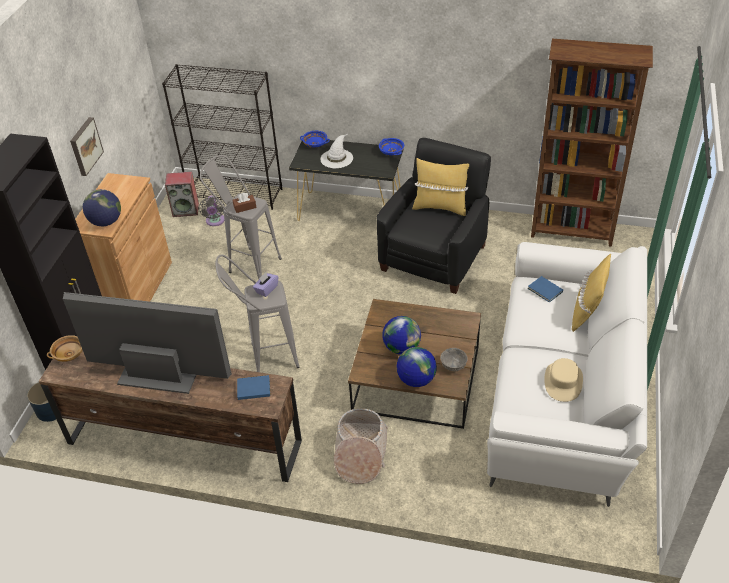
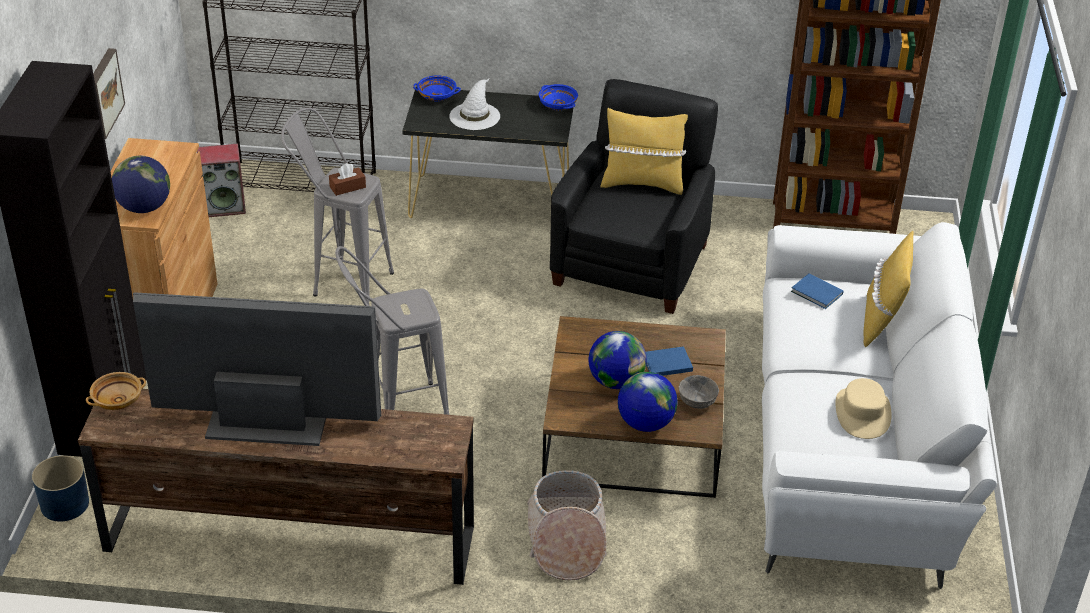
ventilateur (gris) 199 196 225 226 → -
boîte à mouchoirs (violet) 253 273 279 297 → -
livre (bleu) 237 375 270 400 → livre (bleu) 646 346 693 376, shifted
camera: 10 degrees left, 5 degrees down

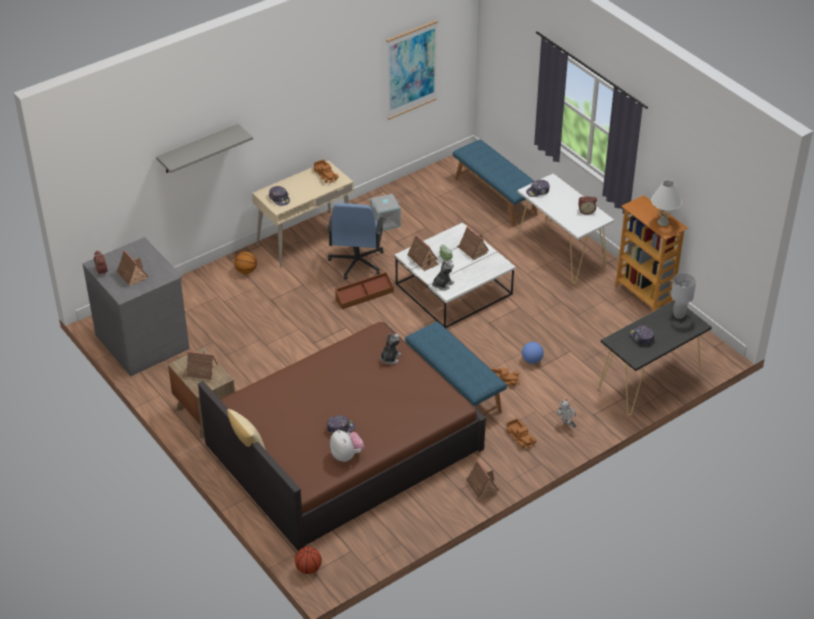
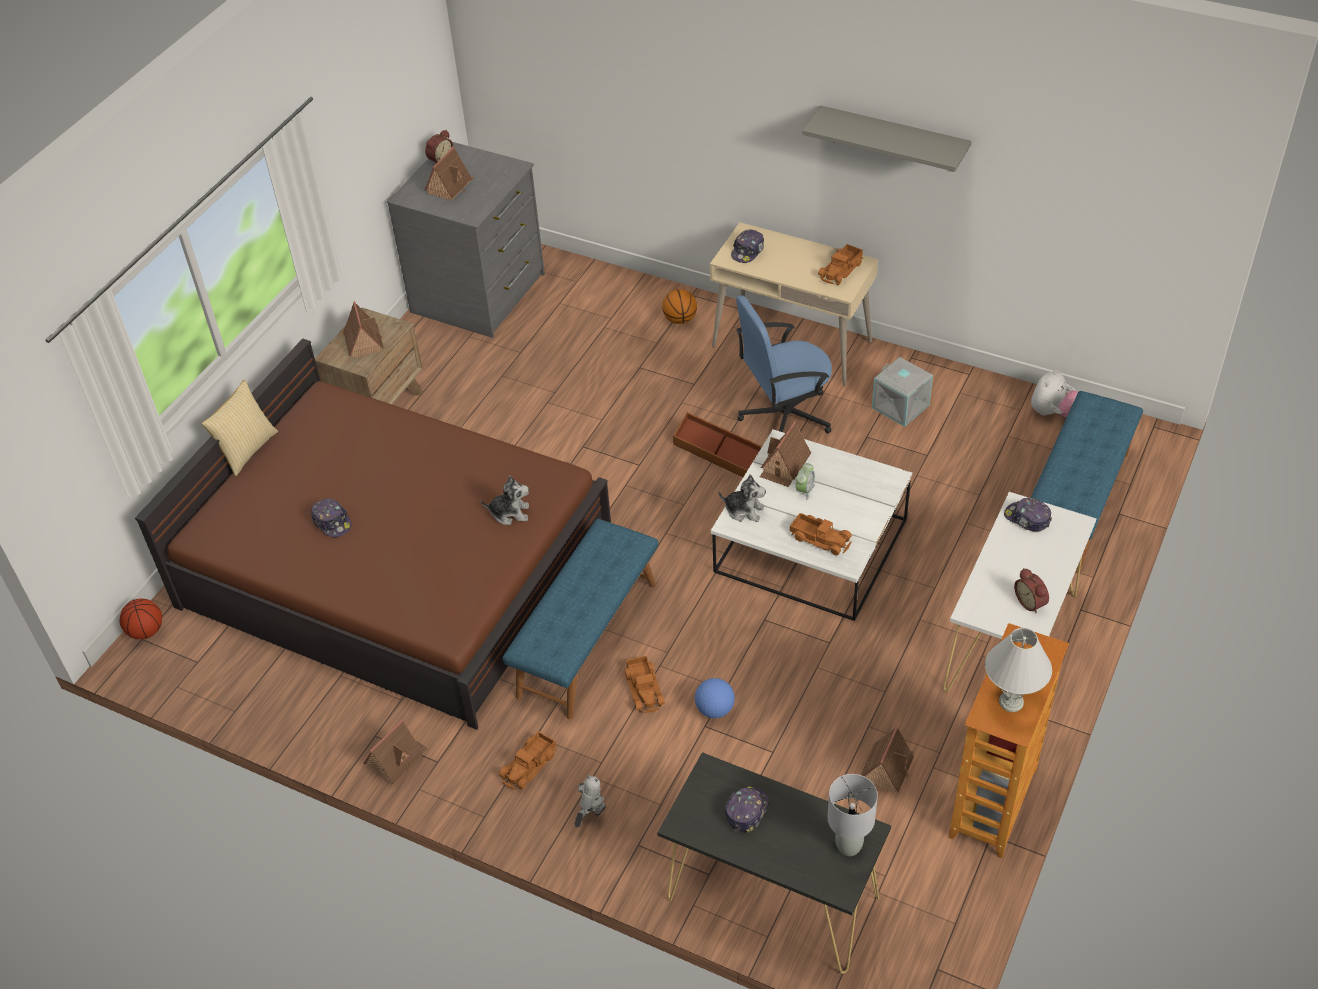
tableau 386 20 438 120 → -
- → camion jouet 790 513 852 555
étagère (gris) 156 124 253 173 → étagère (gris) 803 106 972 172, shifted
peluche 330 429 364 462 → peluche 1031 370 1078 418, shifted
maison miniature 457 227 489 260 → maison miniature 861 726 914 793, shifted
camera: 65 degrees right, 5 degrees up

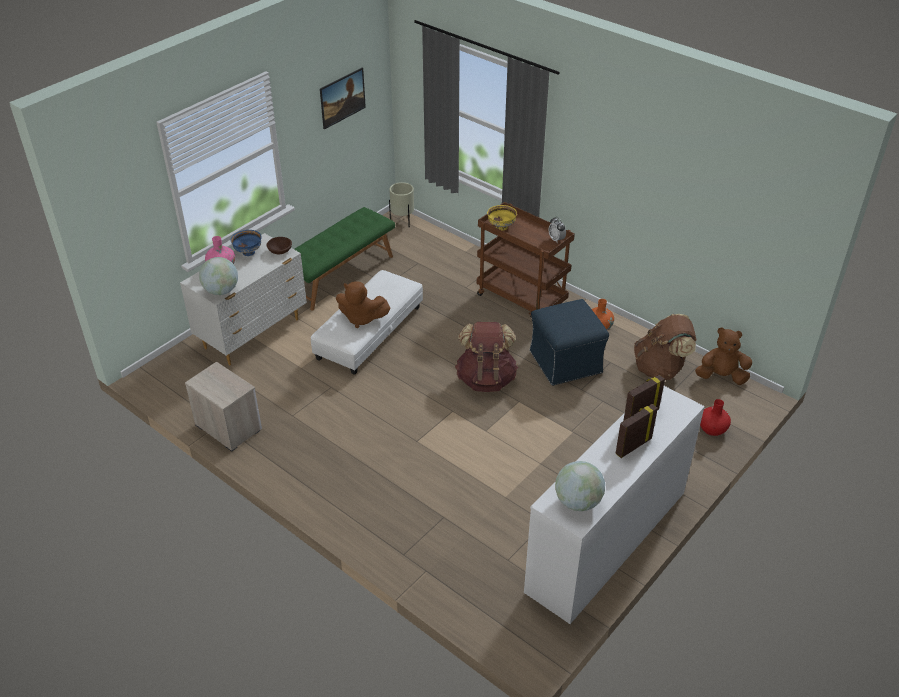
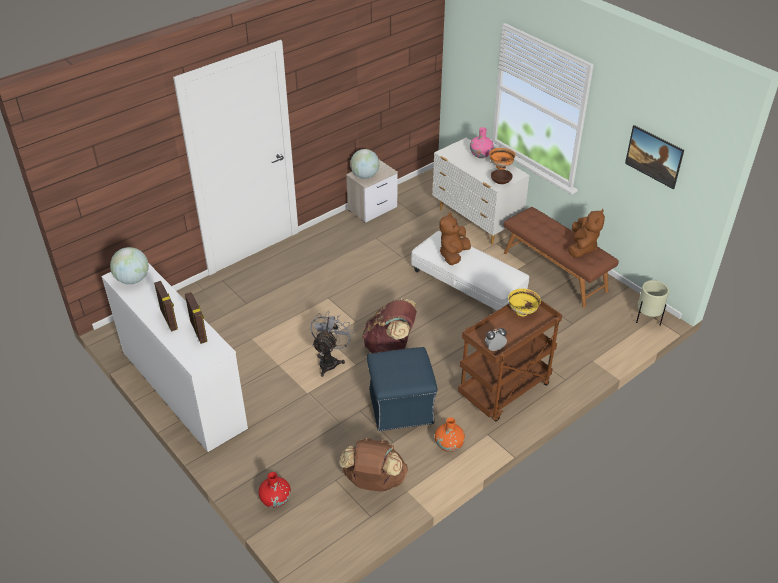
- → ventilateur (gris) 310 311 353 377
globe 199 257 238 295 → globe 350 149 379 179, shifted
peluche (marron) 695 327 752 385 → peluche (marron) 568 209 605 258, shifted
bol (bleu) 230 230 261 256 → bol (orange) 489 148 516 169
banc (vert) 294 207 395 311 → banc (marron) 503 207 619 308
camera: 100 degrees right, 0 degrees up

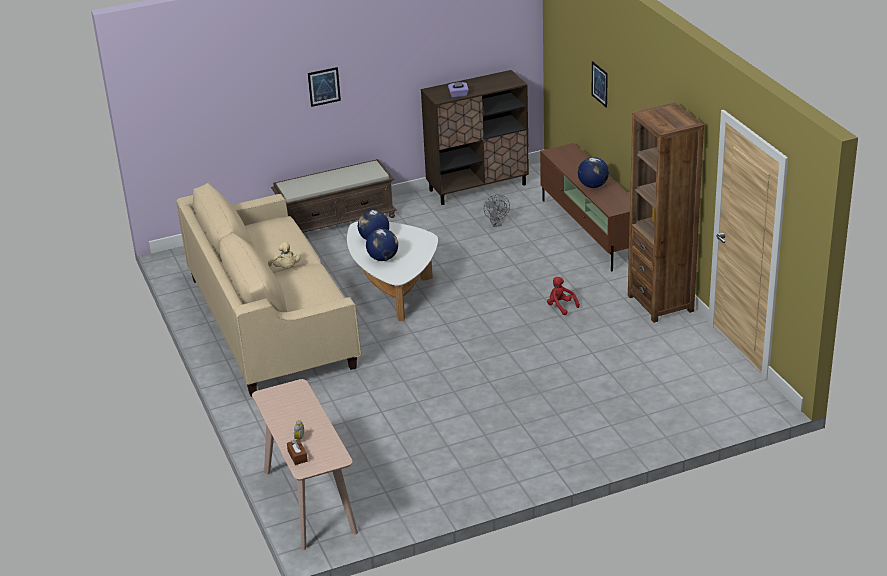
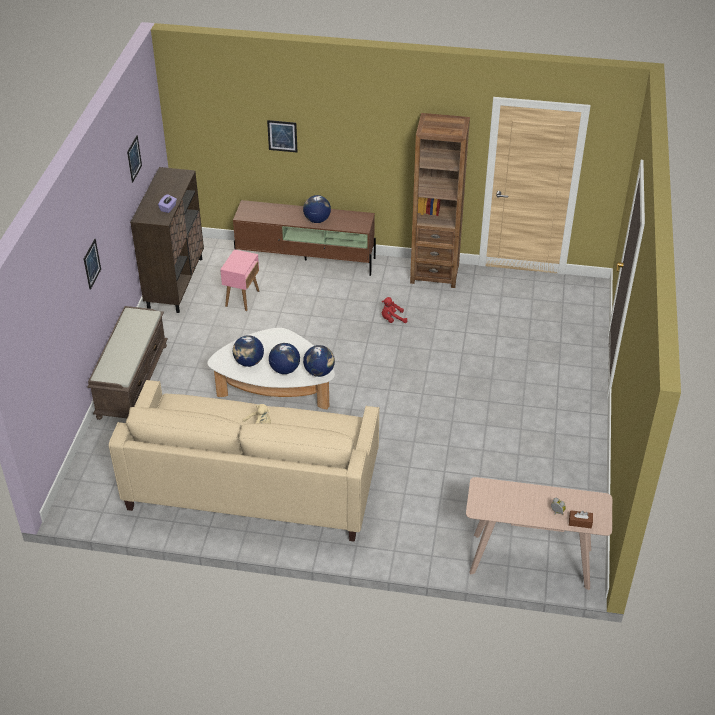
- → tableau 127 135 142 183
- → globe 303 345 335 377
ventilateur (gris) 484 194 510 227 → table d'appoint (rose) 220 249 259 311
camera: 60 degrees left, 10 degrees up

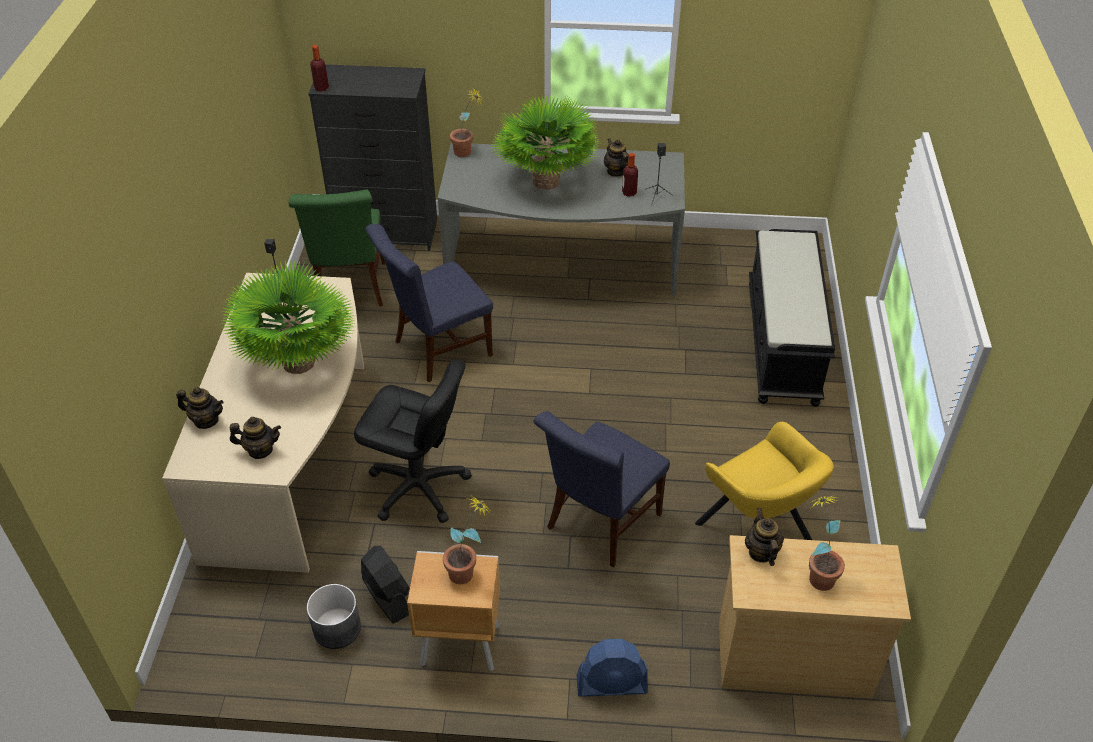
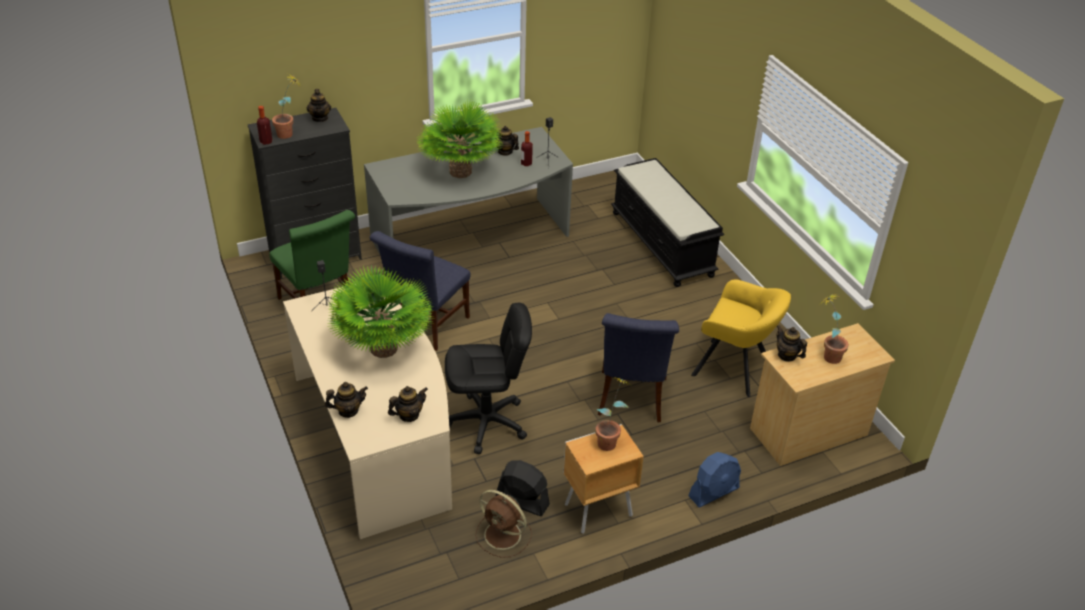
- → théière 307 89 331 122
plante en pot 450 89 484 157 → plante en pot 272 75 301 139, shifted
cache-pot (gris) 307 584 361 649 → ventilateur (marron) 475 490 532 558
camera: 30 degrees left, 5 degrees down

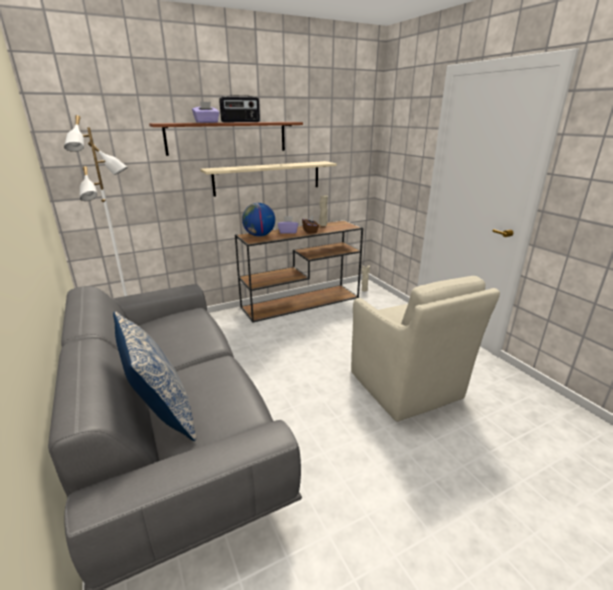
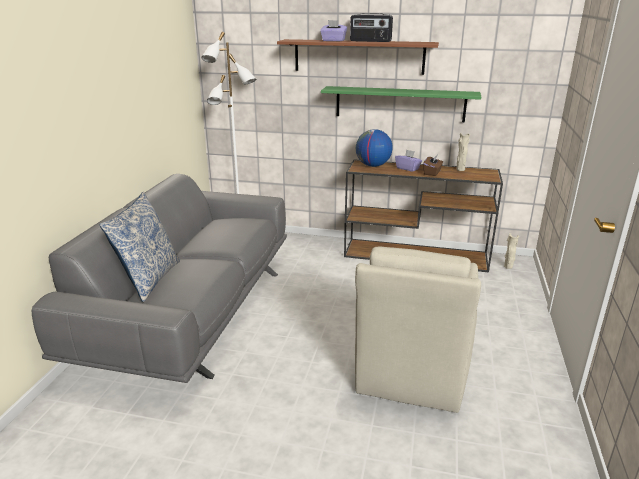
étagère (beige) 200 161 337 197 → étagère (vert) 321 86 481 122
camera: 40 degrees right, 0 degrees up

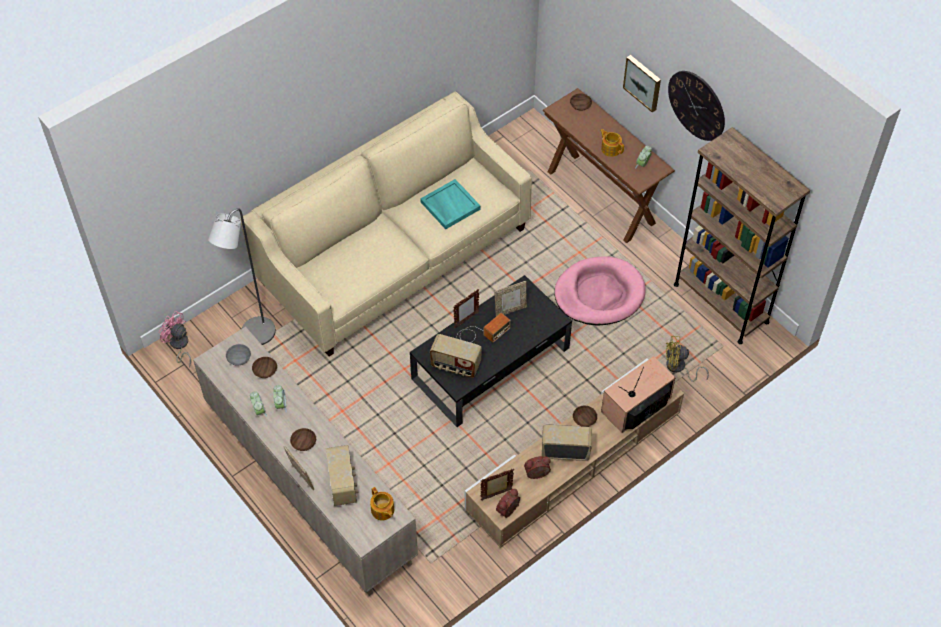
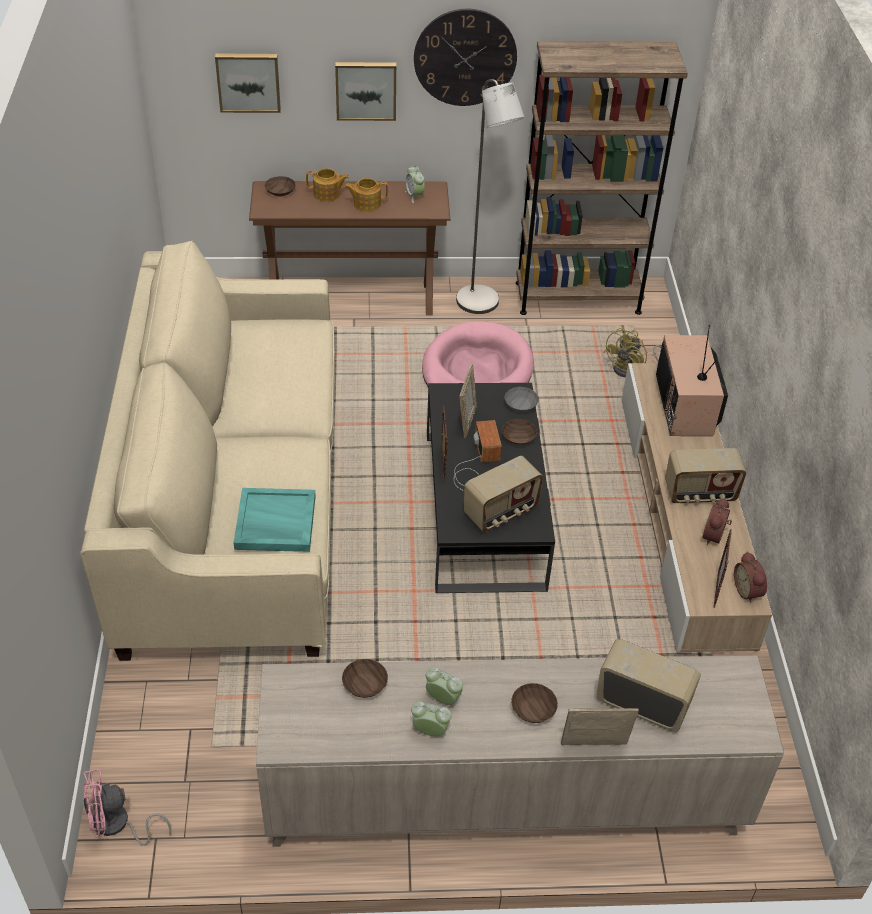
- → tableau 215 53 281 113
lampadaire (gris) 208 208 276 345 → lampadaire (gris) 456 79 524 314, shifted
bol (gris) 226 344 251 366 → bol (gris) 505 387 539 412, shifted
théière 370 487 394 520 → théière 306 168 349 202, shifted
plateau (turquoise) 420 179 481 229 → plateau (turquoise) 234 488 316 552, shifted
bol (marron) 573 406 597 427 → bol (marron) 502 419 537 445, shifted
radio 542 425 592 461 → radio 665 448 746 504, 135 degrees counterclockwise
camera: 55 degrees left, 10 degrees down

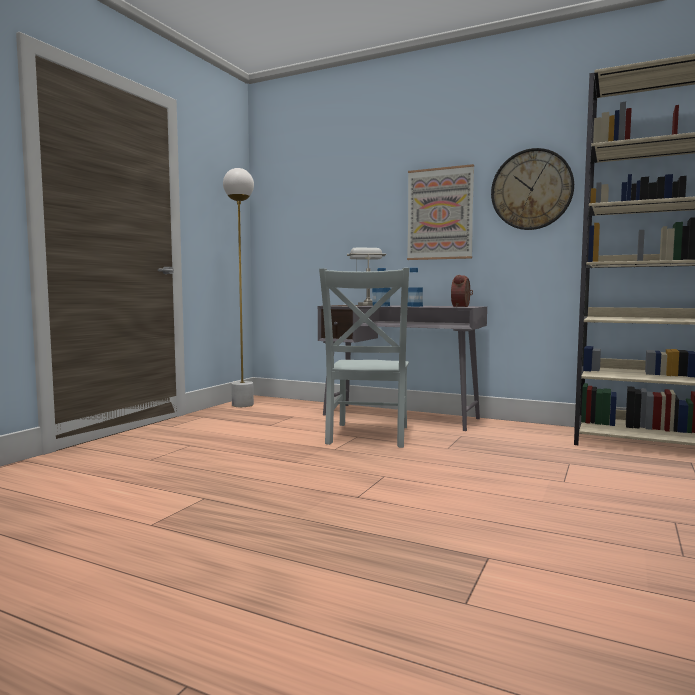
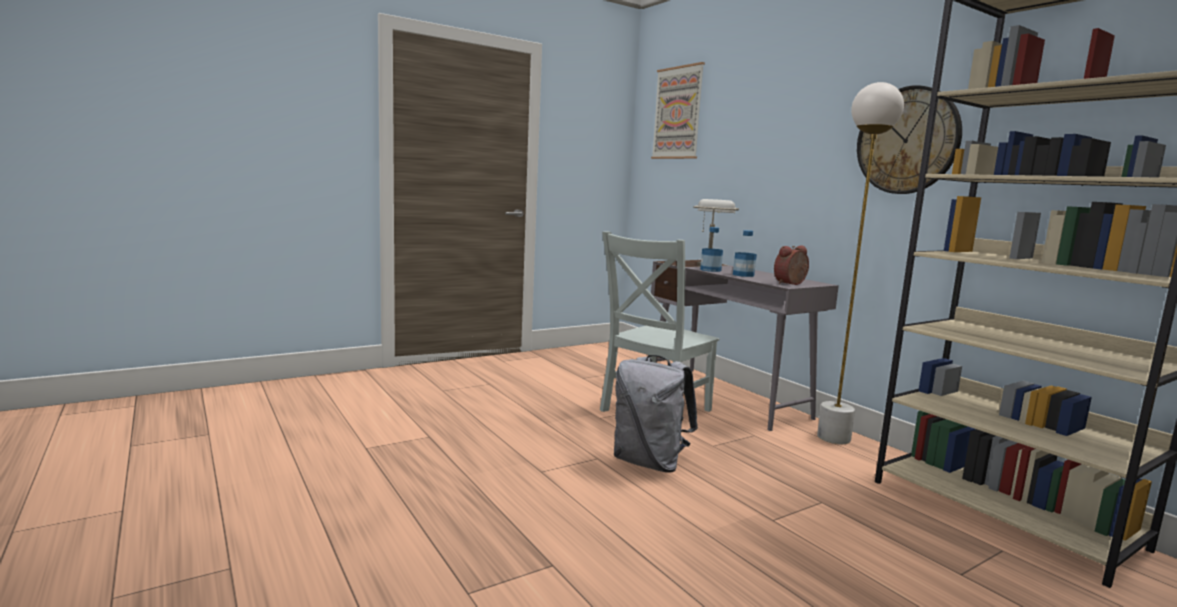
- → sac à dos (gris) 614 355 698 473
lampadaire (blanc) 223 168 254 407 → lampadaire (blanc) 817 82 904 444, shifted
tableau 407 164 474 260 → tableau 651 62 705 159, shifted
camera: 30 degrees right, 5 degrees up

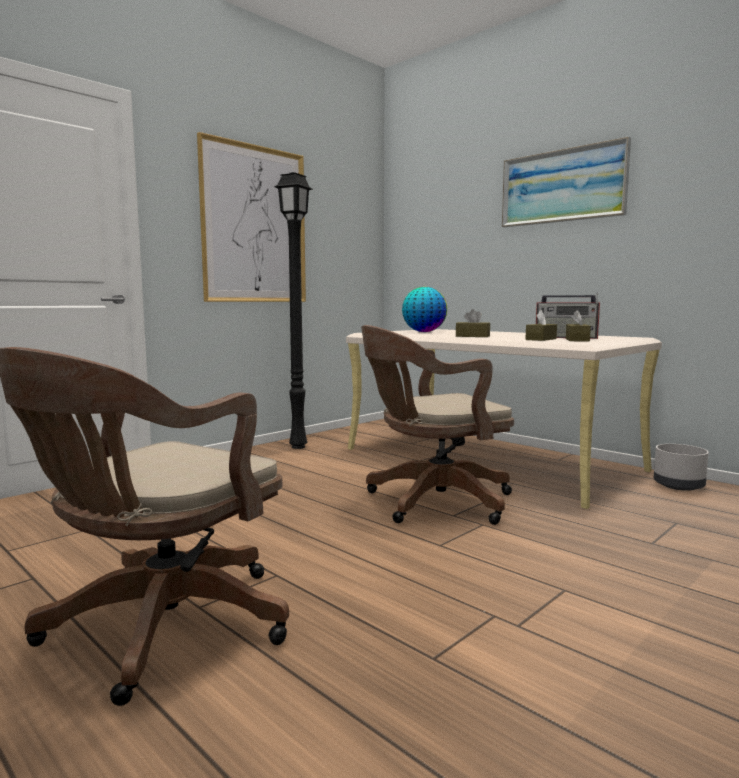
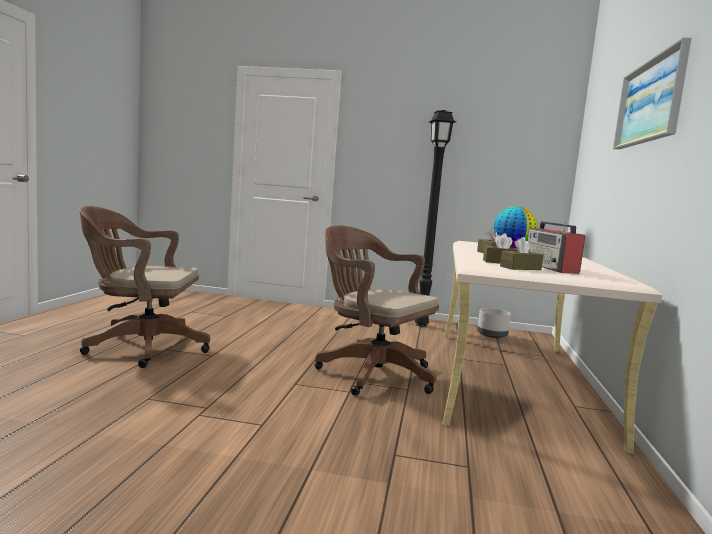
tableau 197 132 306 302 → -
cache-pot (gris) 654 444 709 491 → cache-pot (gris) 477 308 511 338, shifted
camera: 55 degrees right, 0 degrees up

